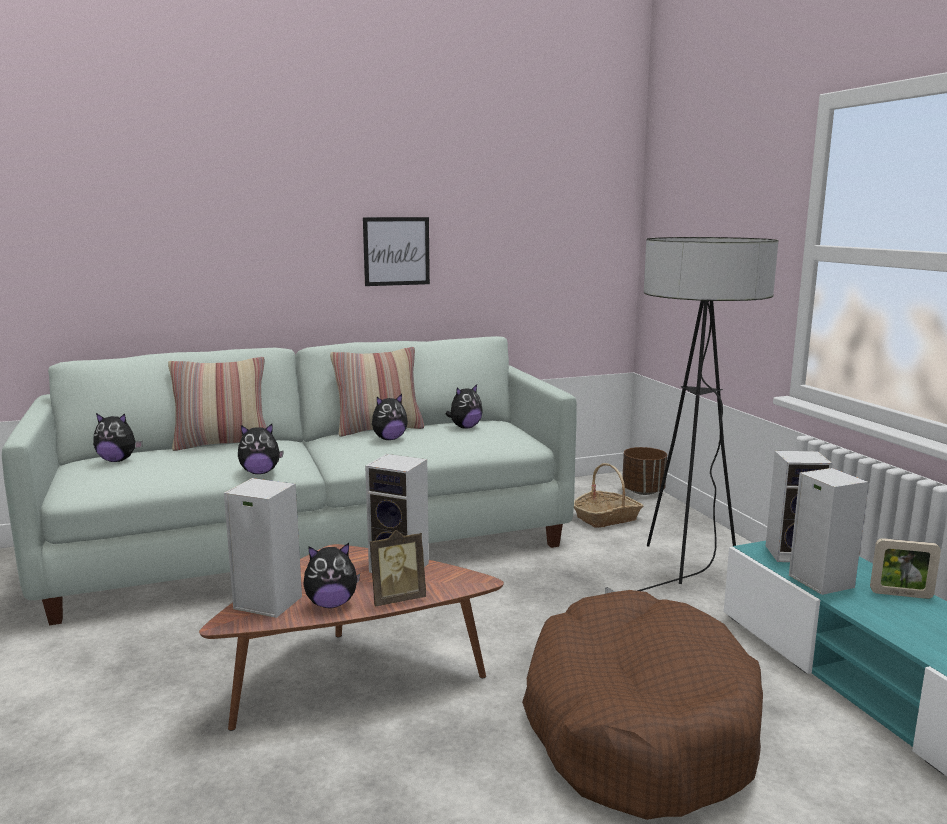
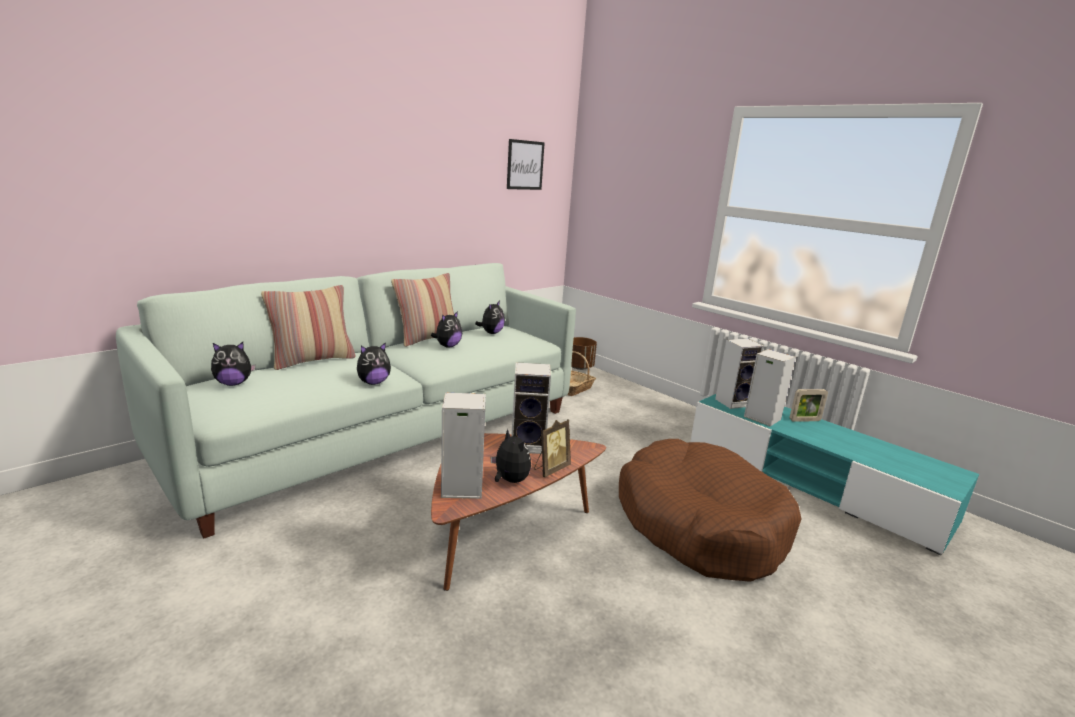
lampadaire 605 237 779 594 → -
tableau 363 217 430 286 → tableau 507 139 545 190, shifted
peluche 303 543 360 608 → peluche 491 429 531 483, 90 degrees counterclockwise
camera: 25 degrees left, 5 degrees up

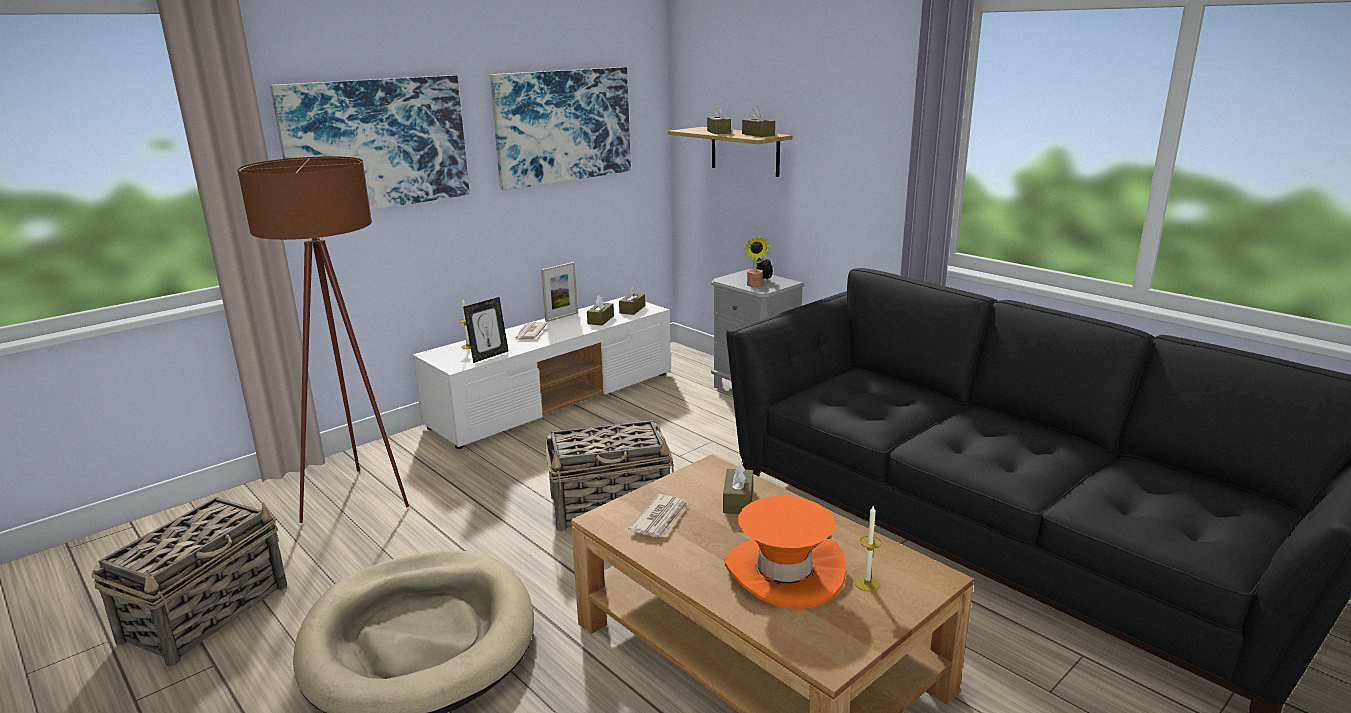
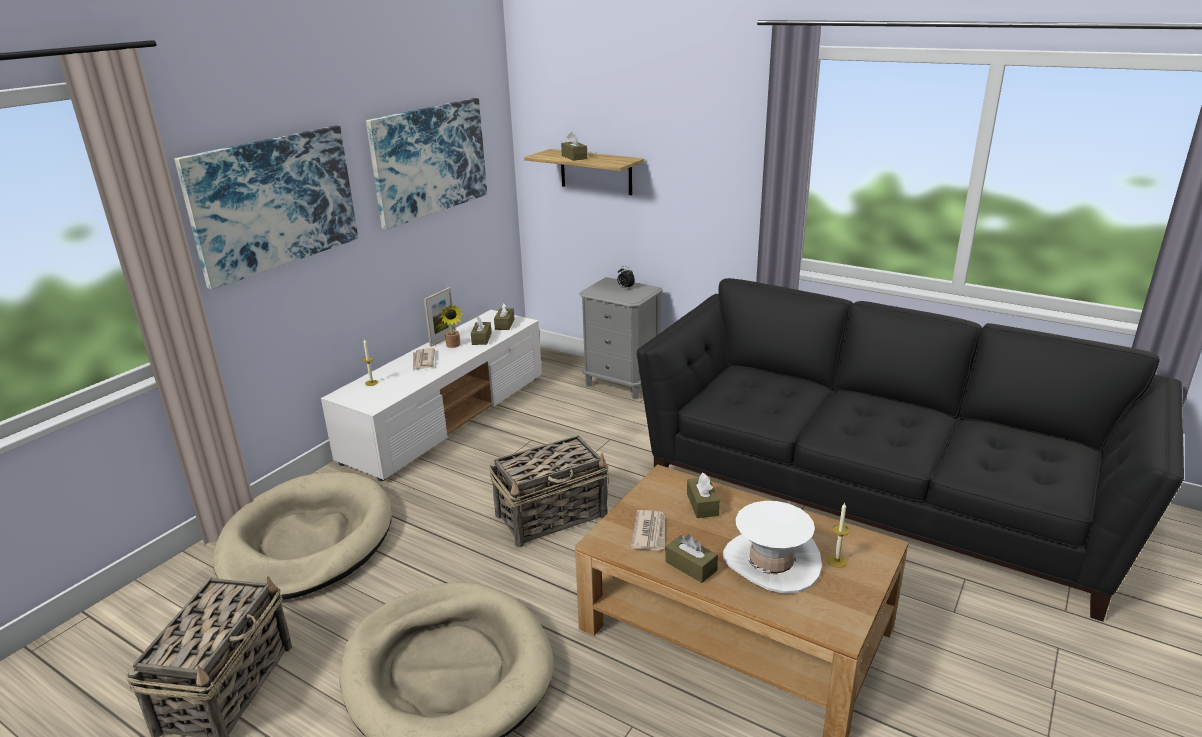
cadre photo 463 297 508 363 → -
boîte à mouchoirs (marron) 742 106 775 137 → boîte à mouchoirs (marron) 665 535 718 583, shifted
plante en pot 745 237 771 287 → plante en pot 440 306 463 348, shifted
lampadaire (marron) 237 156 409 523 → panier pour chien (beige) 213 472 392 599
chapeau (orange) 725 496 846 609 → chapeau (blanc) 723 501 822 594
camera: 15 degrees left, 5 degrees up

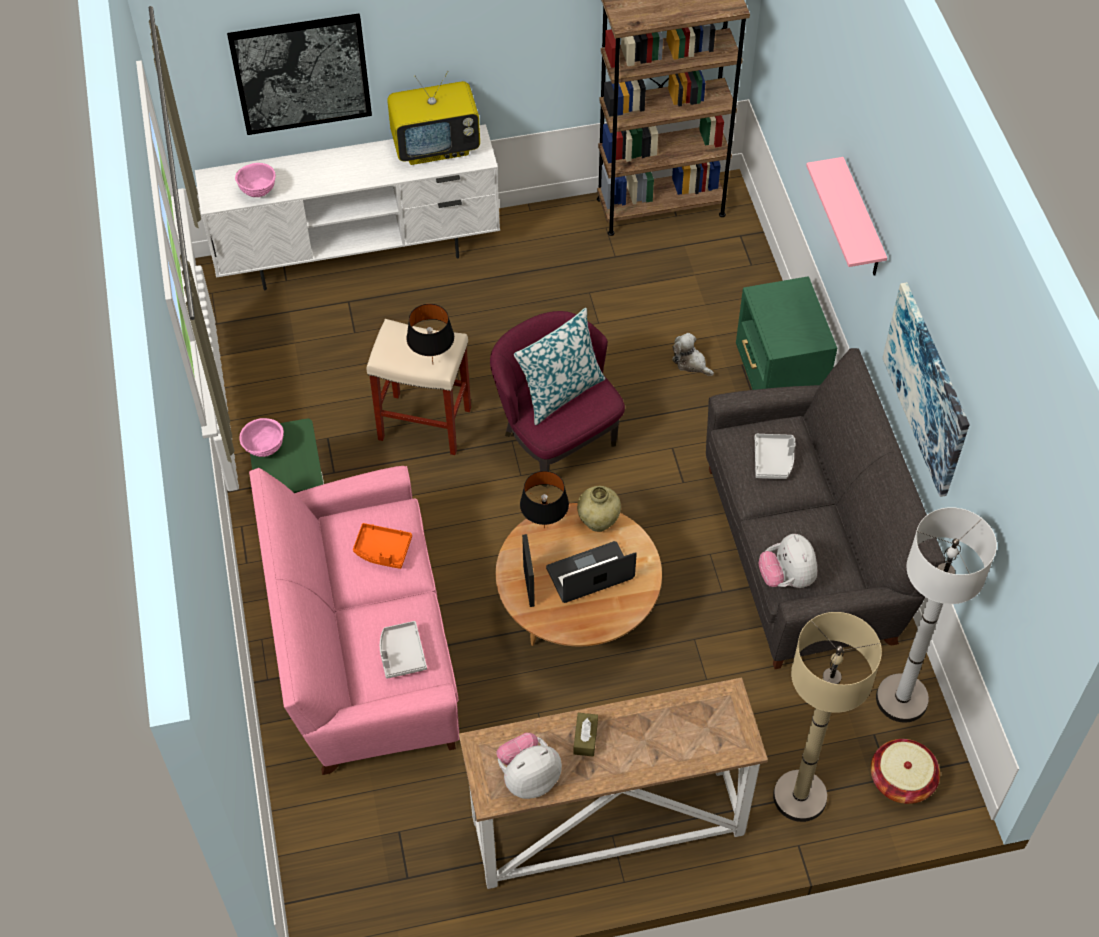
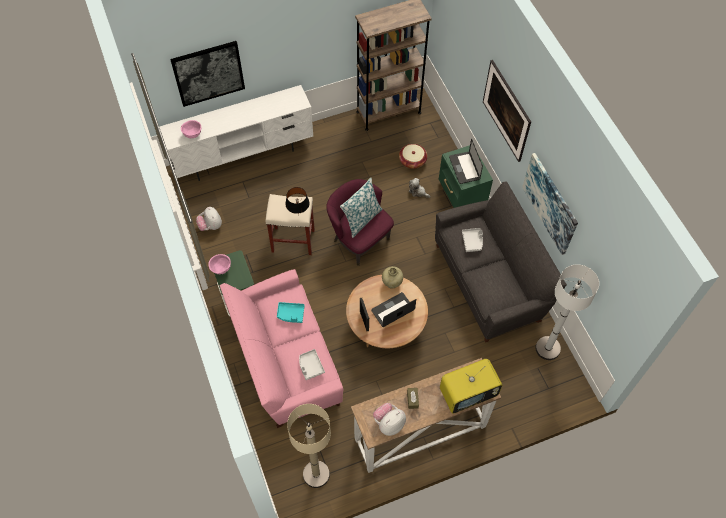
lampe de table (noir) 520 471 569 529 → -
- → ordinateur portable 449 139 483 184
téléviseur 387 71 480 165 → téléviseur 440 359 502 413, shifted
peluche 758 534 817 588 → peluche 196 207 222 231, shifted
lampadaire (beige) 773 612 882 822 → lampadaire (beige) 287 404 331 488, shifted
panier 871 739 940 804 → panier 399 144 427 169, shifted
étagère (rose) 806 157 887 275 → tableau 483 60 531 162
plateau (orange) 353 523 412 569 → plateau (turquoise) 277 302 305 323
camera: 10 degrees left, 5 degrees up

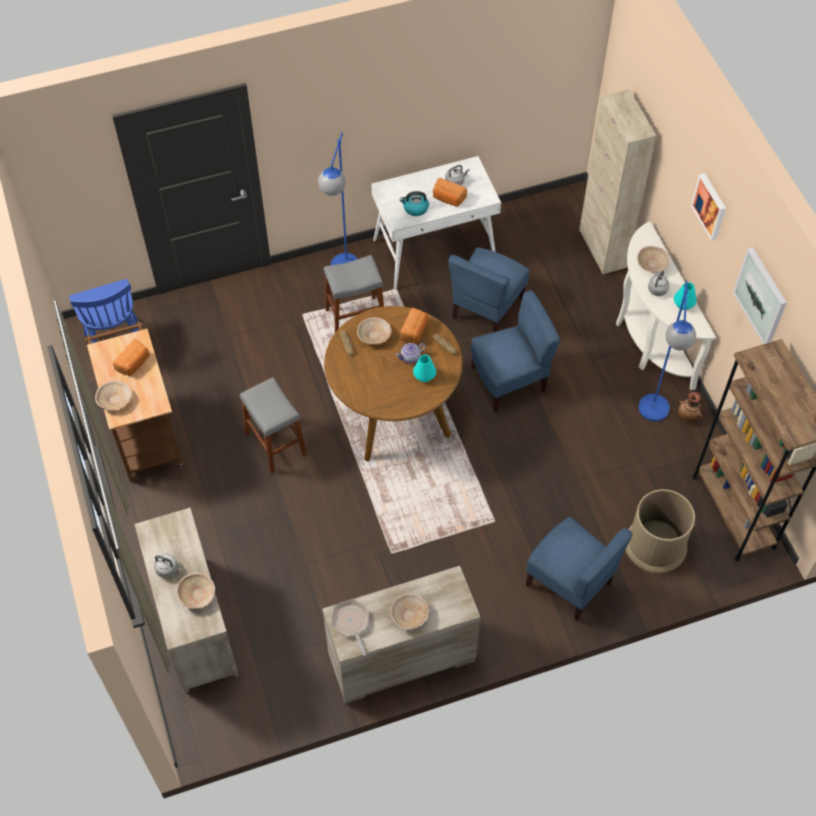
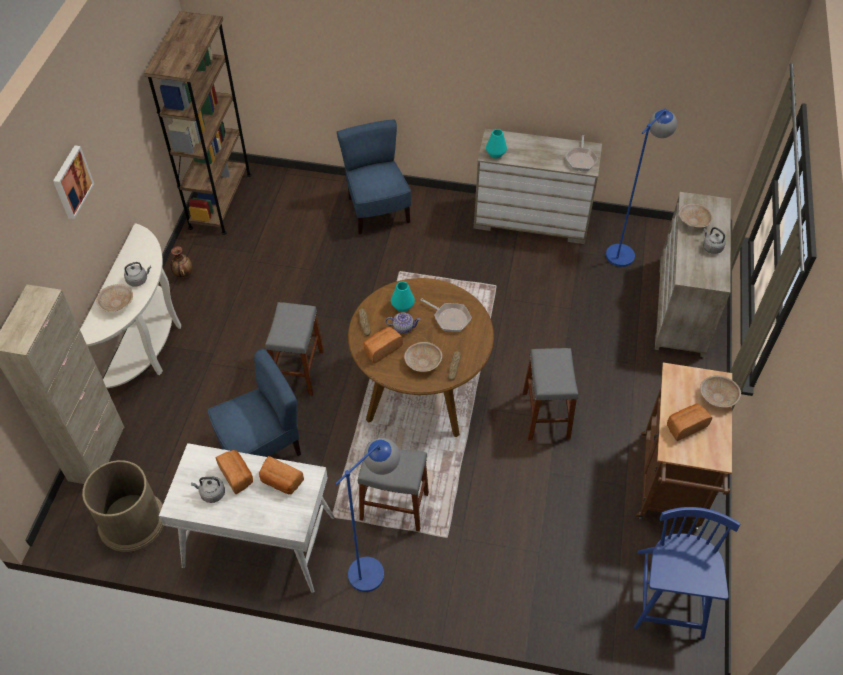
bol (beige) 390 593 429 630 → -
tableau 733 247 787 344 → -
- → poêle 420 298 472 332
poubelle (marron) 626 489 695 573 → poubelle (marron) 82 460 164 552, shifted
lampadaire (bleu) 639 281 696 421 → lampadaire (bleu) 606 109 677 267, shifted
vase (turquoise) 674 282 696 310 → vase (turquoise) 486 129 507 159, shifted
bouilloire 400 191 429 216 → pain 259 456 304 494
chaise (bleu) 471 290 560 412 → tabouret (gris) 265 302 324 396
camera: 150 degrees left, 5 degrees down

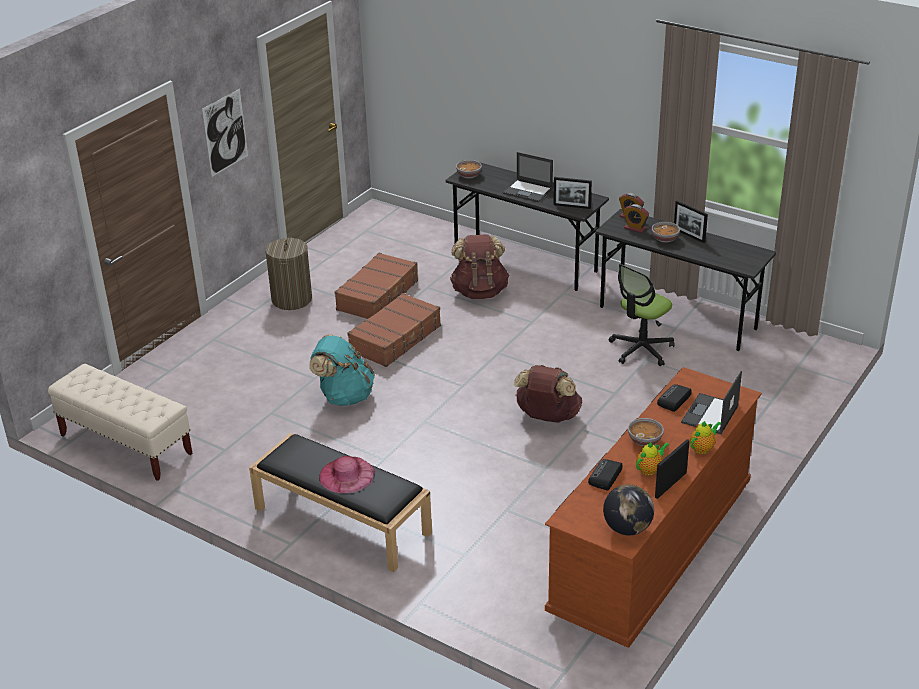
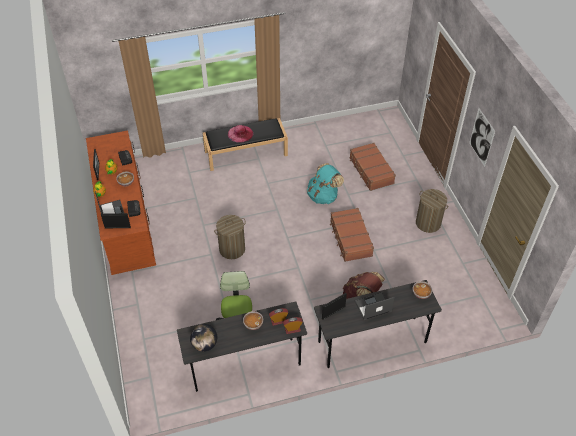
banc (beige) 48 364 193 481 → -
valise (marron) 334 253 418 319 → valise (marron) 350 143 396 191, shifted
globe 603 484 654 536 → globe 190 324 217 352, shifted
cadre photo 674 201 708 243 → cadre photo 101 213 131 228, shifted
sac à dos (marron) 514 365 582 423 → panier à linge 214 215 246 259
camera: 130 degrees right, 15 degrees up

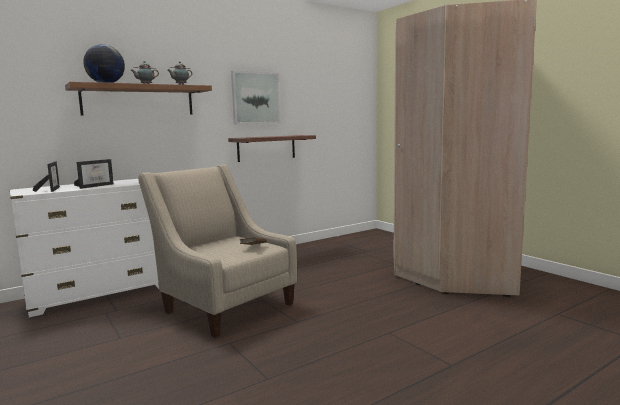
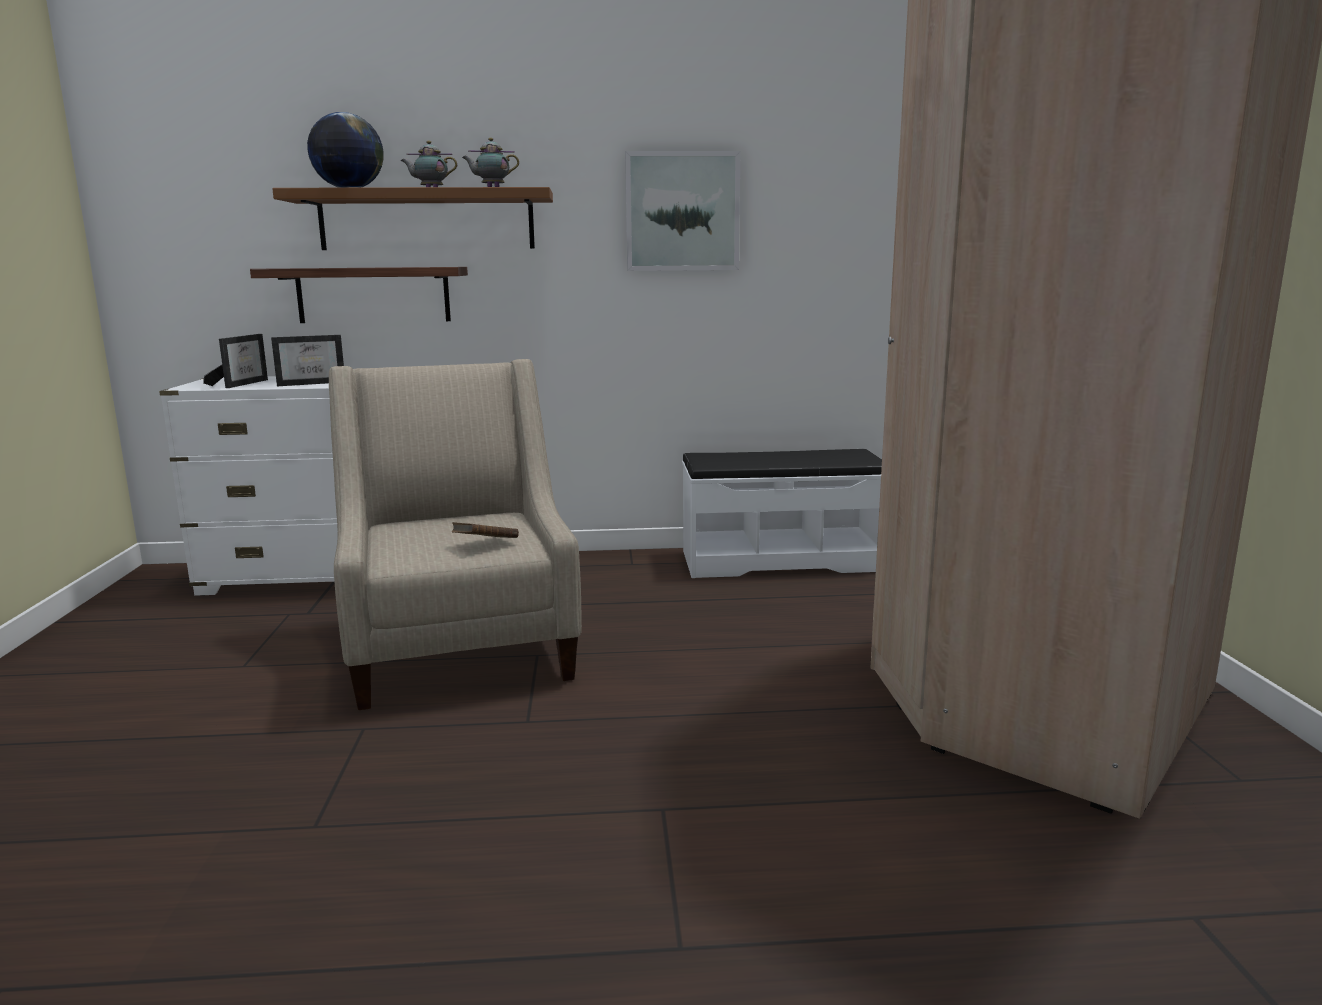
- → banc (blanc) 682 449 882 578
étagère 228 135 316 162 → étagère 250 267 468 323, shifted
camera: 30 degrees right, 5 degrees up

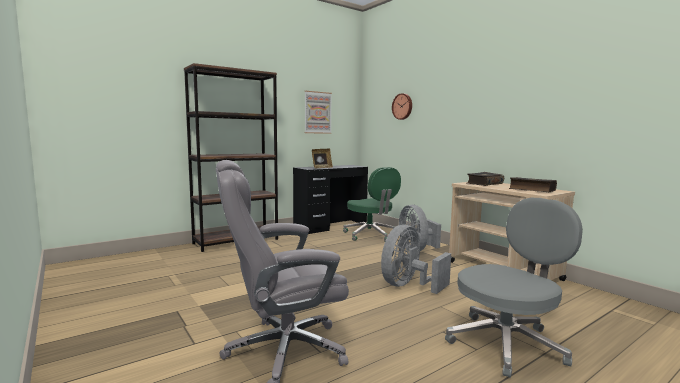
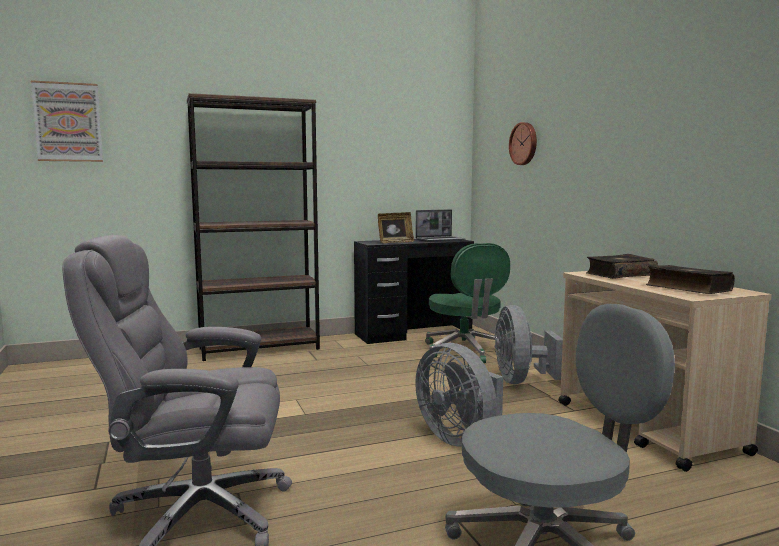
- → ordinateur portable 415 209 465 242
tableau 305 91 332 134 → tableau 31 80 103 162, shifted
ventilateur (gris) 381 225 451 294 → ventilateur (gris) 415 343 503 446, 90 degrees counterclockwise
camera: 15 degrees right, 0 degrees up

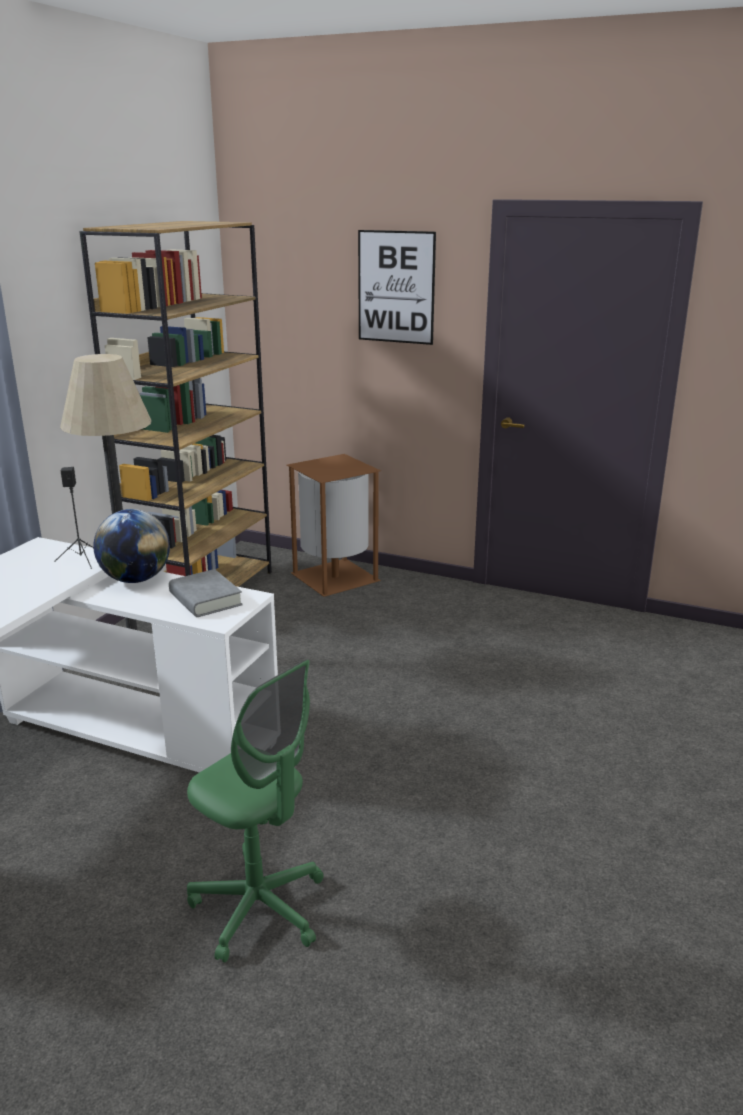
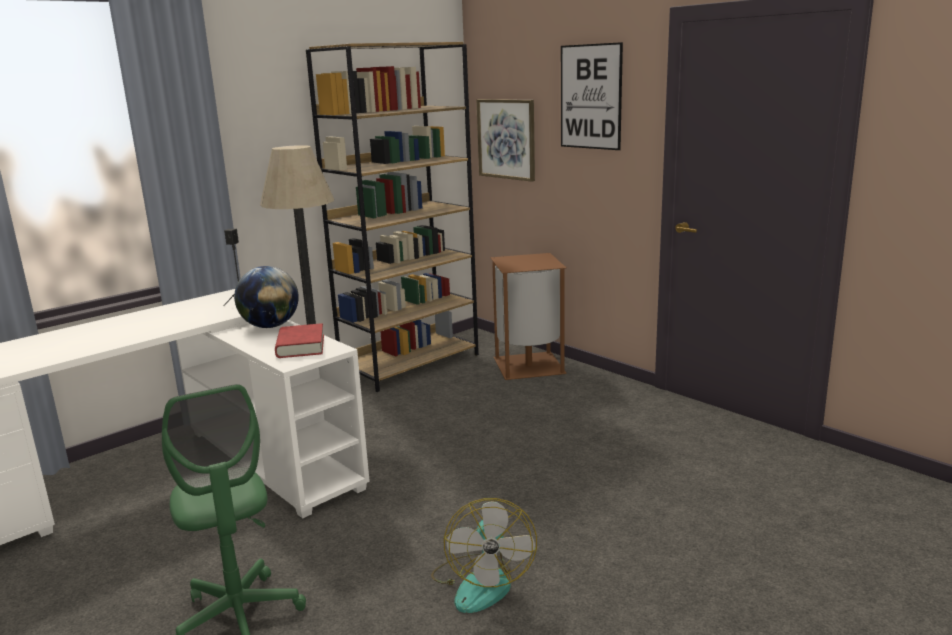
- → ventilateur 431 498 537 613
- → tableau 476 99 535 182
livre (gris) 169 569 243 617 → livre (rouge) 275 323 324 358
camera: 25 degrees right, 5 degrees down

